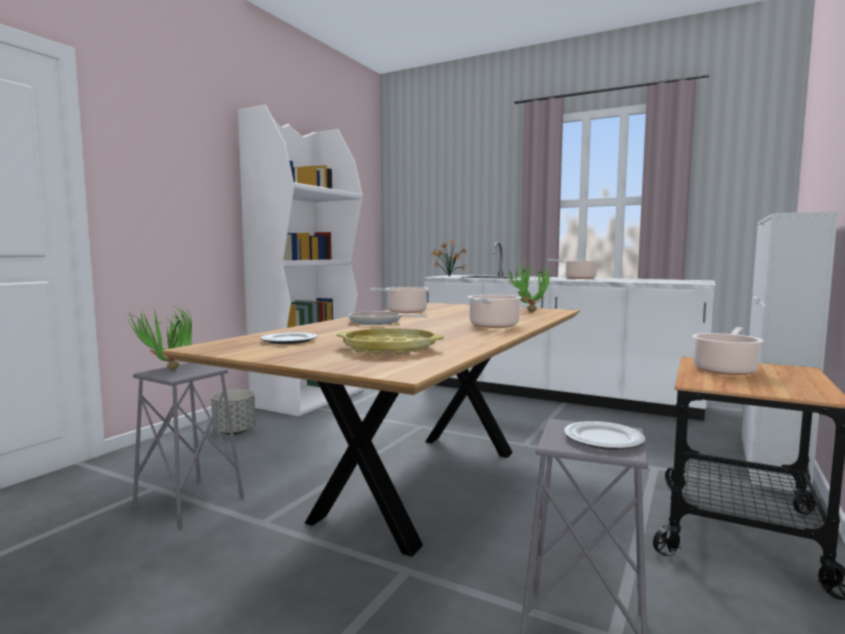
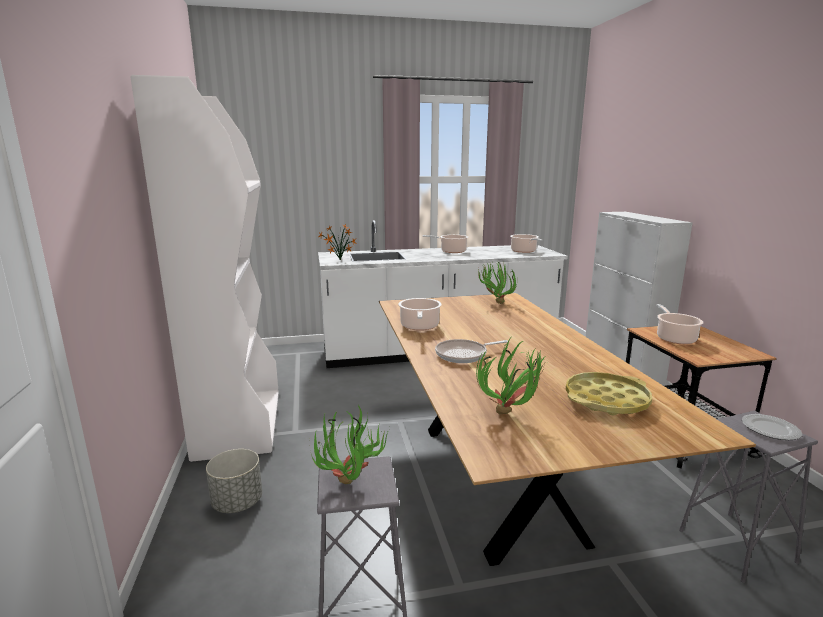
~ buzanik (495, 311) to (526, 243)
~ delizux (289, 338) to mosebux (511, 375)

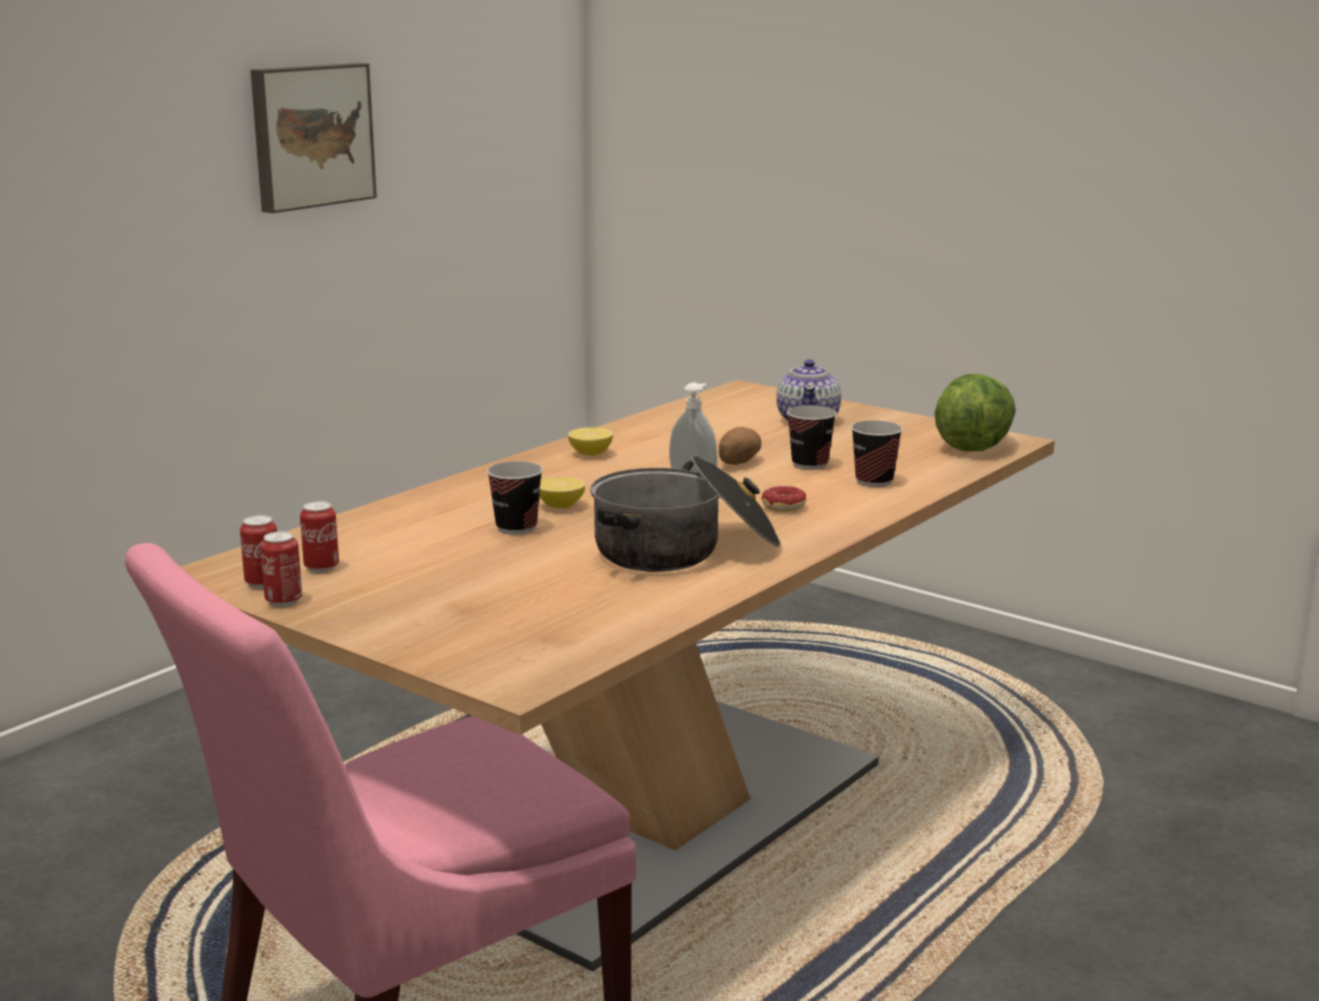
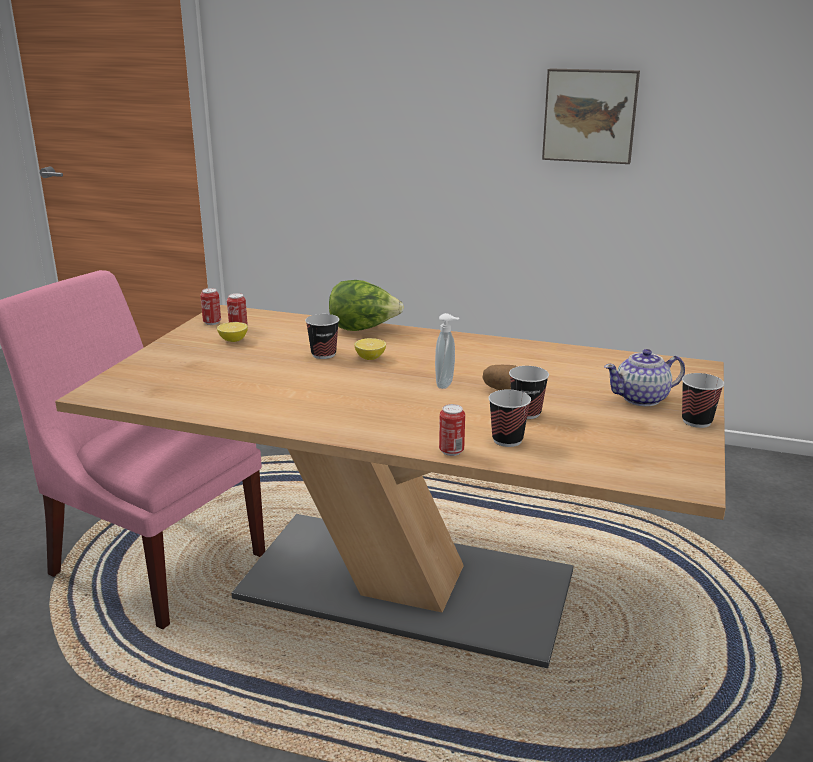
~ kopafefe (975, 413) to (366, 305)
~ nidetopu (590, 442) to (232, 332)
- buzanik (685, 513)
- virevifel (783, 499)
~ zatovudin (281, 569) to (452, 430)
+ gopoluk (703, 400)

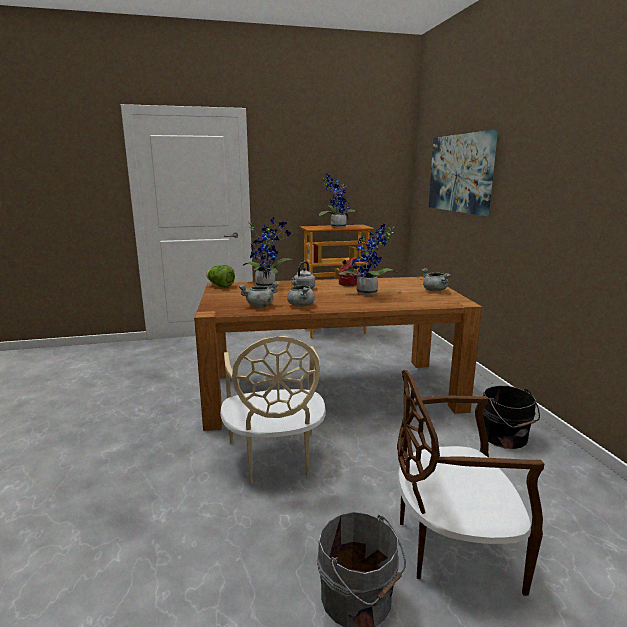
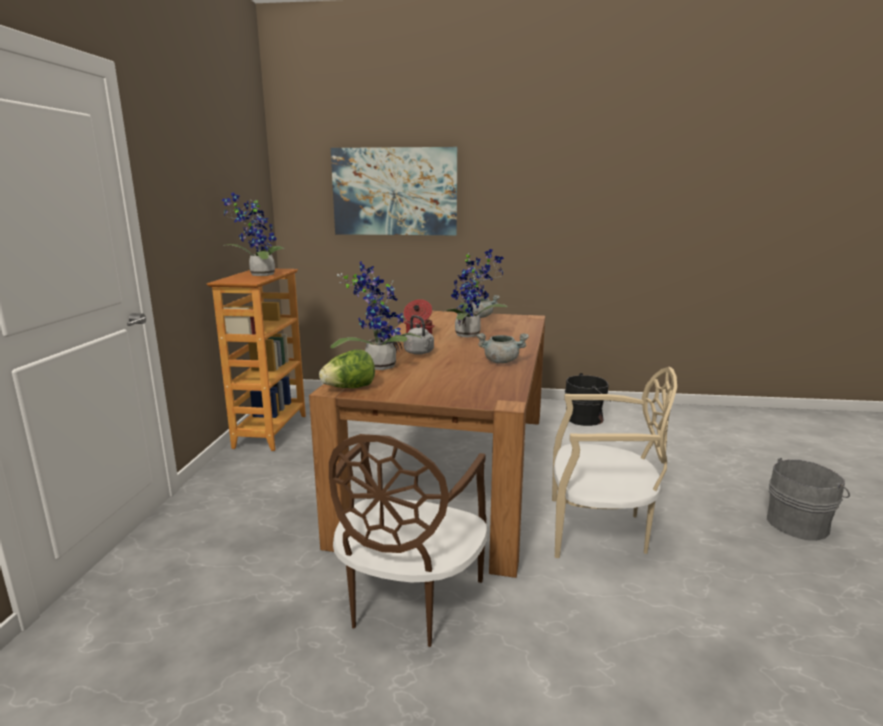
- grey buzanik (259, 294)
~ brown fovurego (470, 483) to (408, 540)

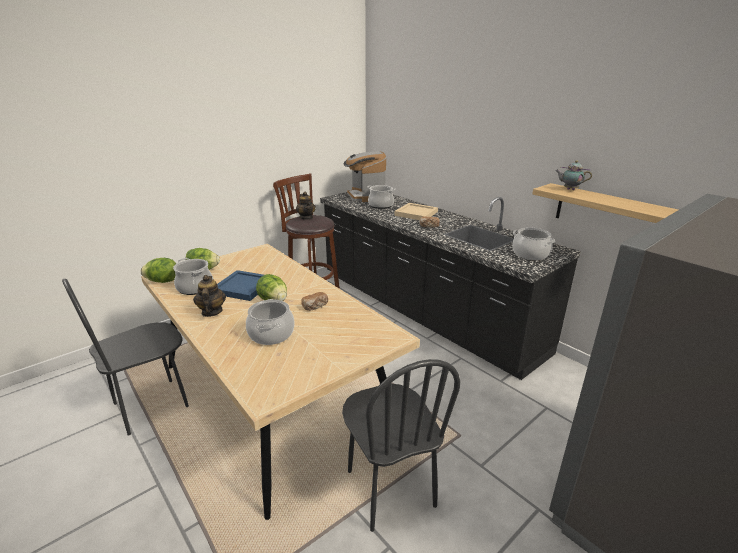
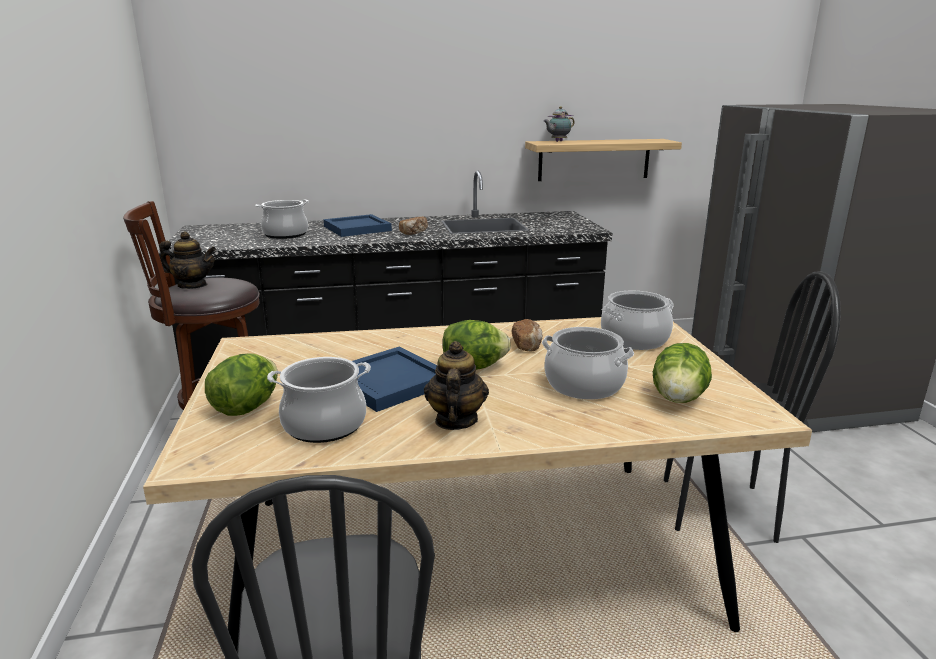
- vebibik (365, 176)
~ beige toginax (416, 211) to blue toginax (357, 225)
~ buzanik (533, 243) to (637, 320)
~ kopafefe (158, 270) to (682, 373)
~ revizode (209, 296) = (456, 385) 75 degrees clockwise

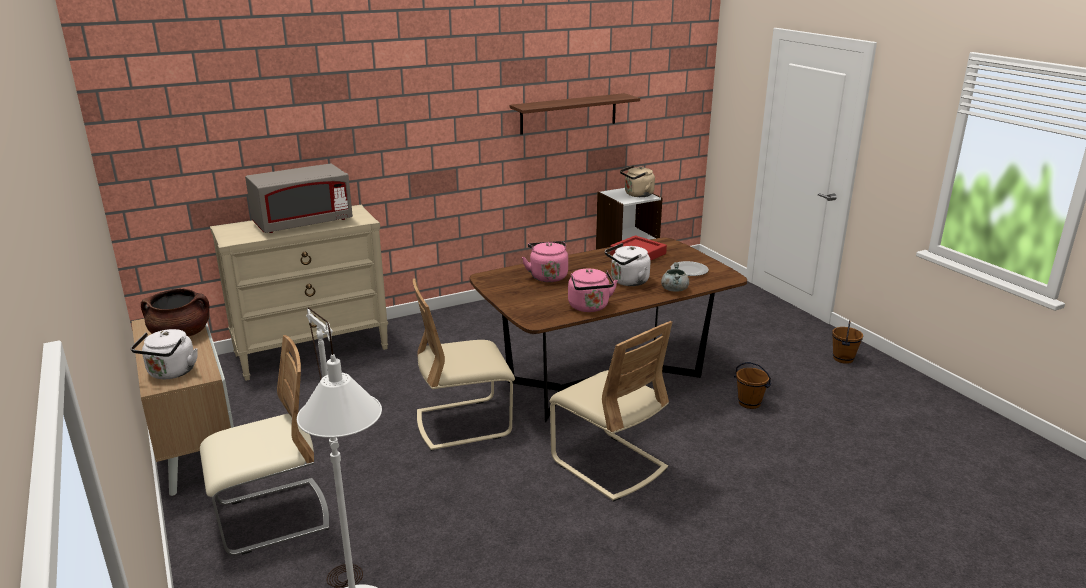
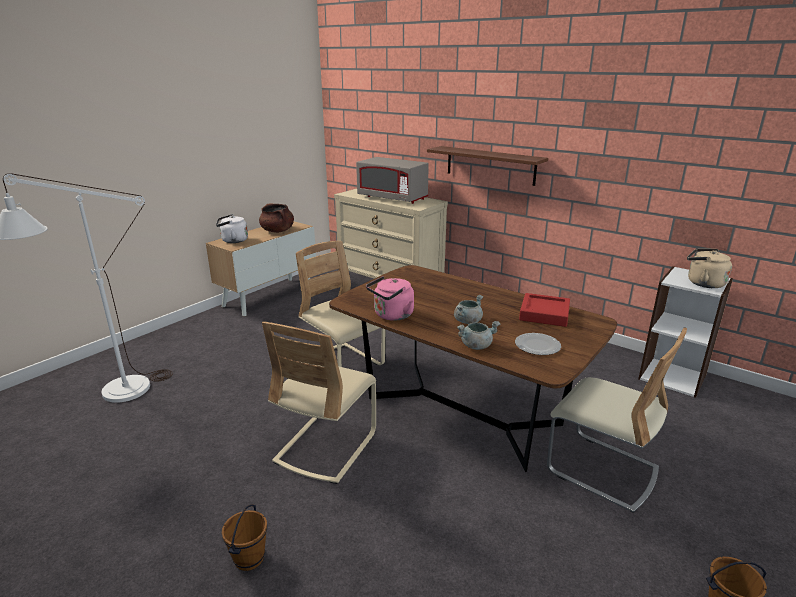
~ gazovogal (575, 114) to (487, 166)
- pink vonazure (545, 261)
~ white vonazure (627, 264) to grey buzanik (468, 309)
~ beige fovurego (264, 445) to (617, 420)
~ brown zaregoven (752, 385) to (244, 537)

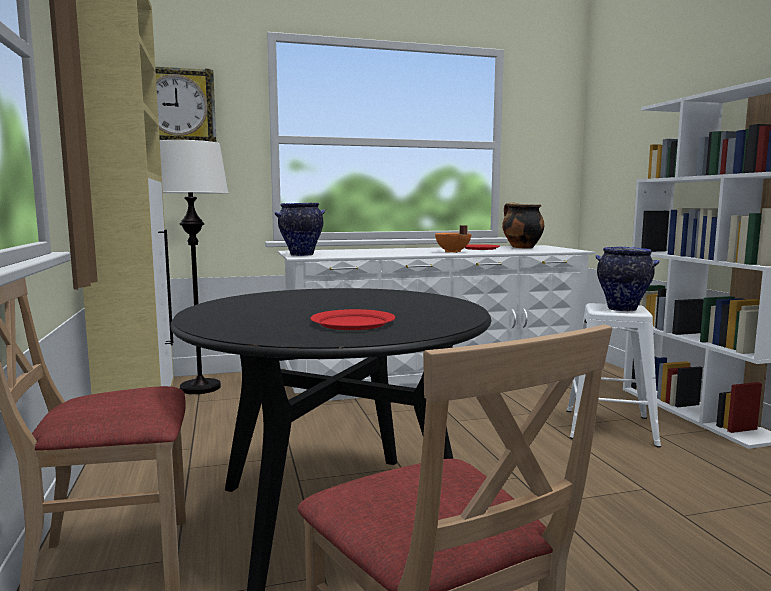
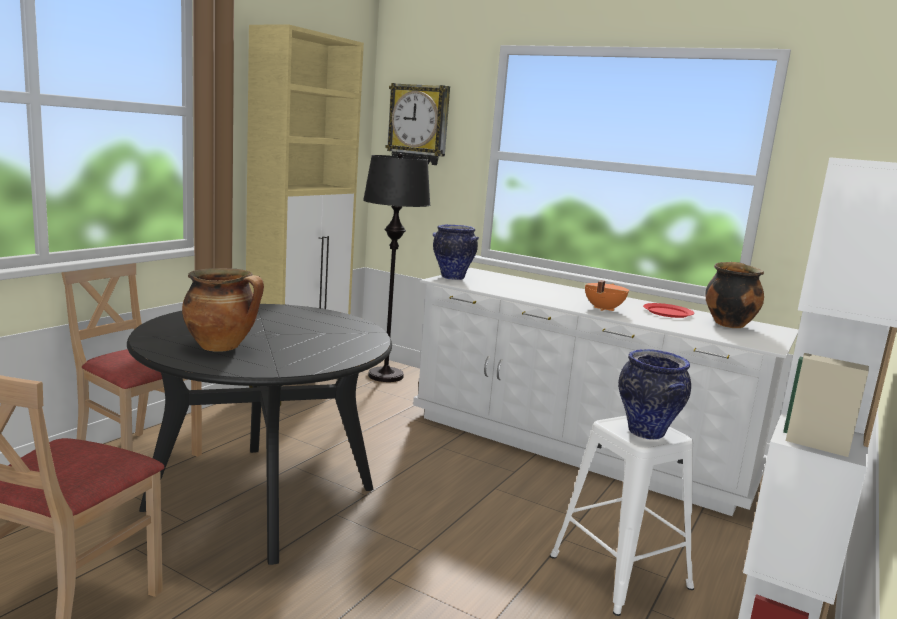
~ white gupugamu (194, 266) to black gupugamu (396, 267)
~ red delizux (352, 319) to buzanik (223, 310)

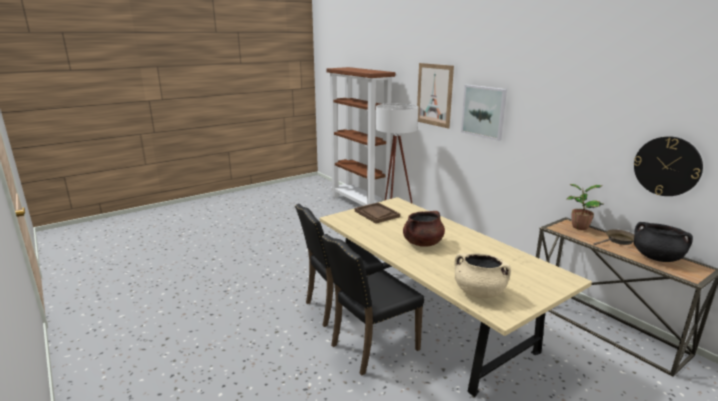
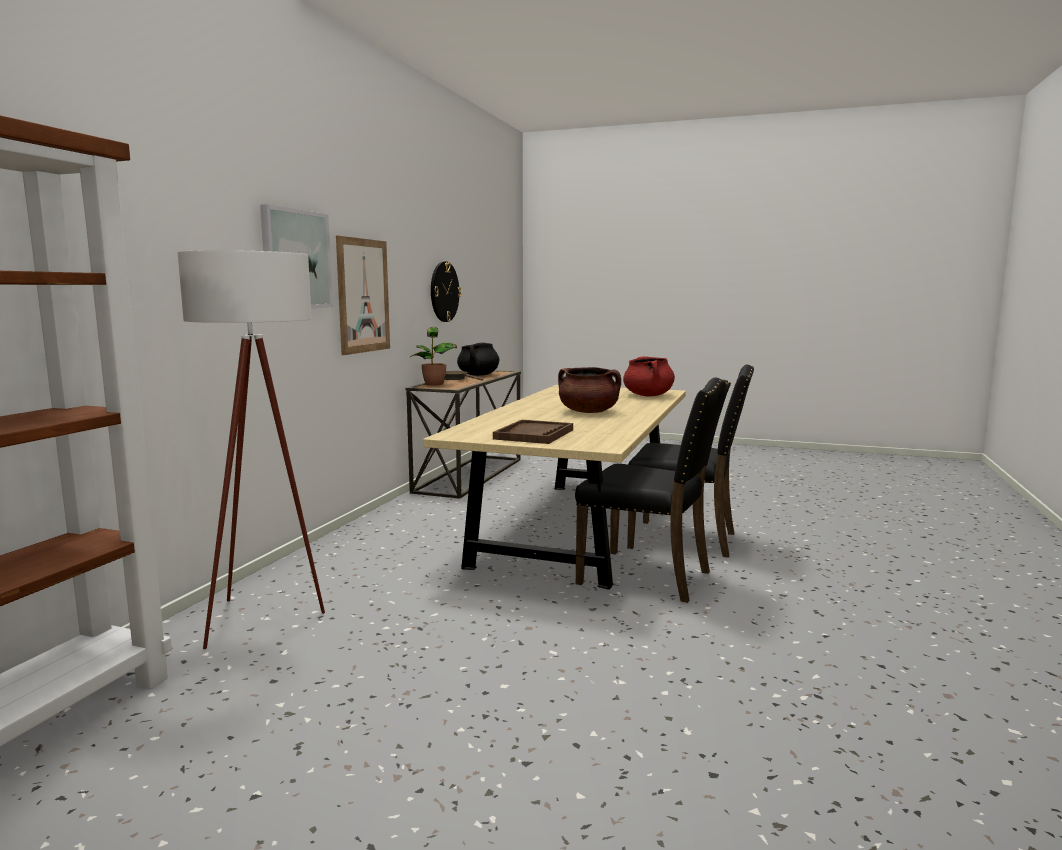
~ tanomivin (435, 96) to (363, 295)
~ beige buzanik (482, 275) to red buzanik (649, 376)

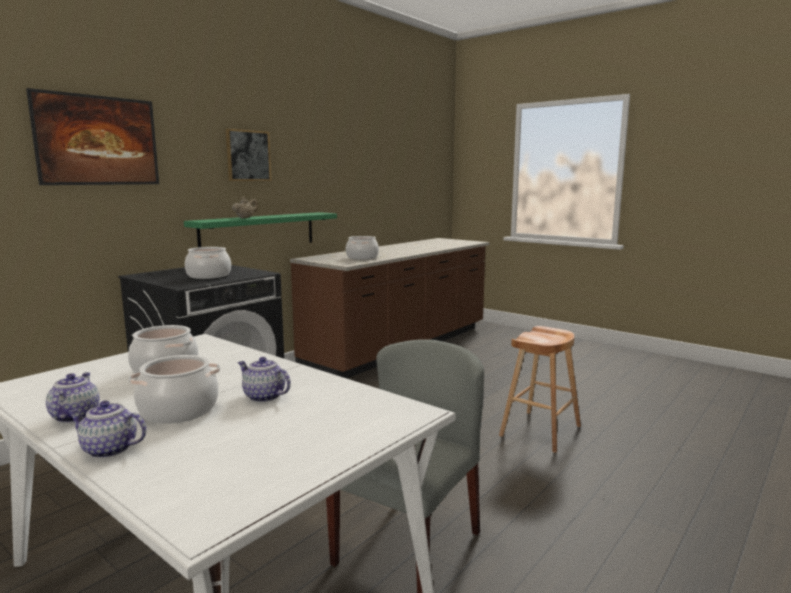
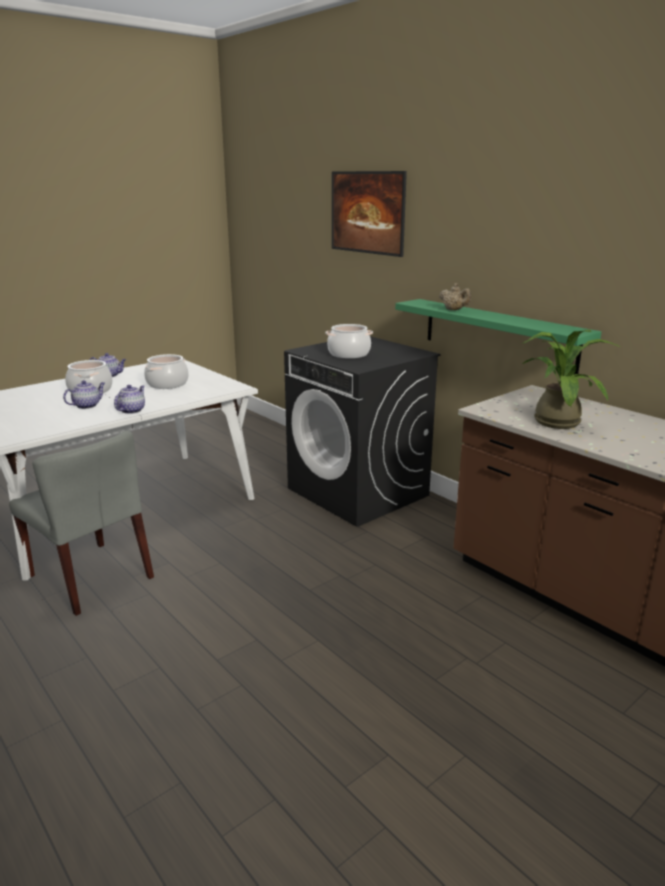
- tanomivin (248, 155)
~ buzanik (362, 248) to mosebux (571, 379)
- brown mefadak (540, 389)
~ revizode (107, 429) to (129, 399)

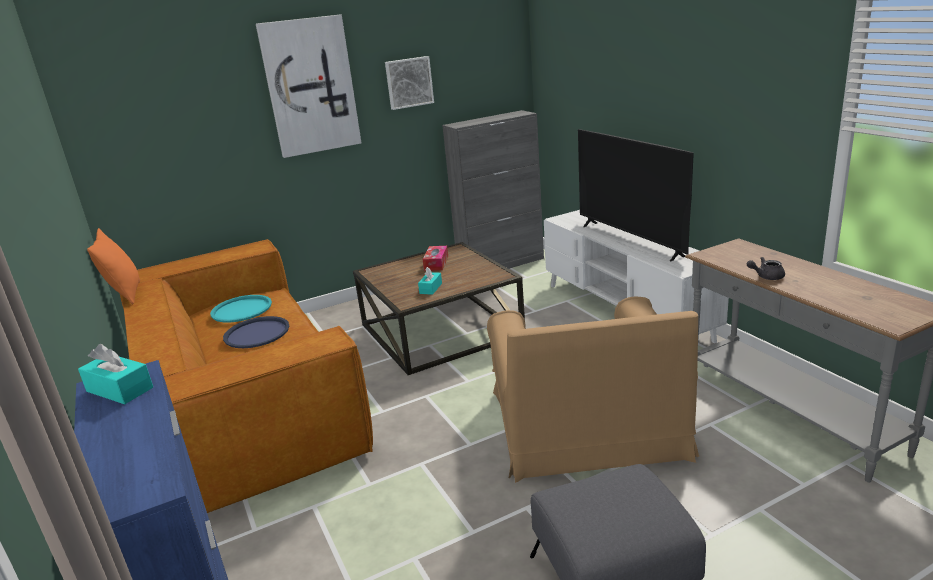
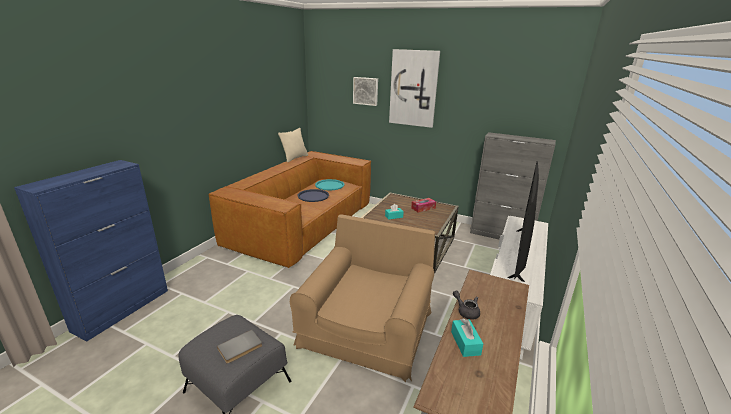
~ tanomivin (409, 83) to (365, 91)
~ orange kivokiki (113, 266) to beige kivokiki (293, 145)
~ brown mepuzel (593, 389) = (362, 298) 150 degrees clockwise
~ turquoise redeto (115, 374) to (467, 337)
+ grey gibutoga (239, 347)

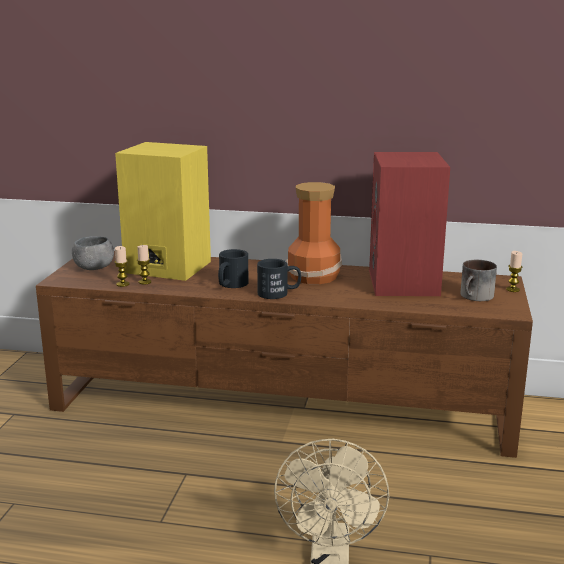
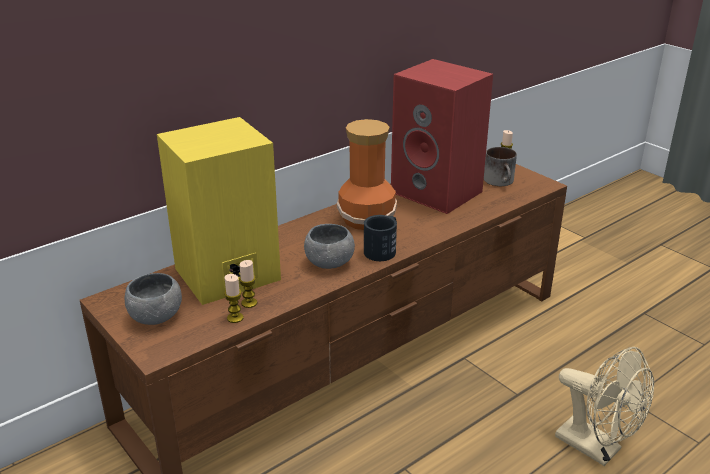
~ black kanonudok (233, 268) to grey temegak (329, 246)

